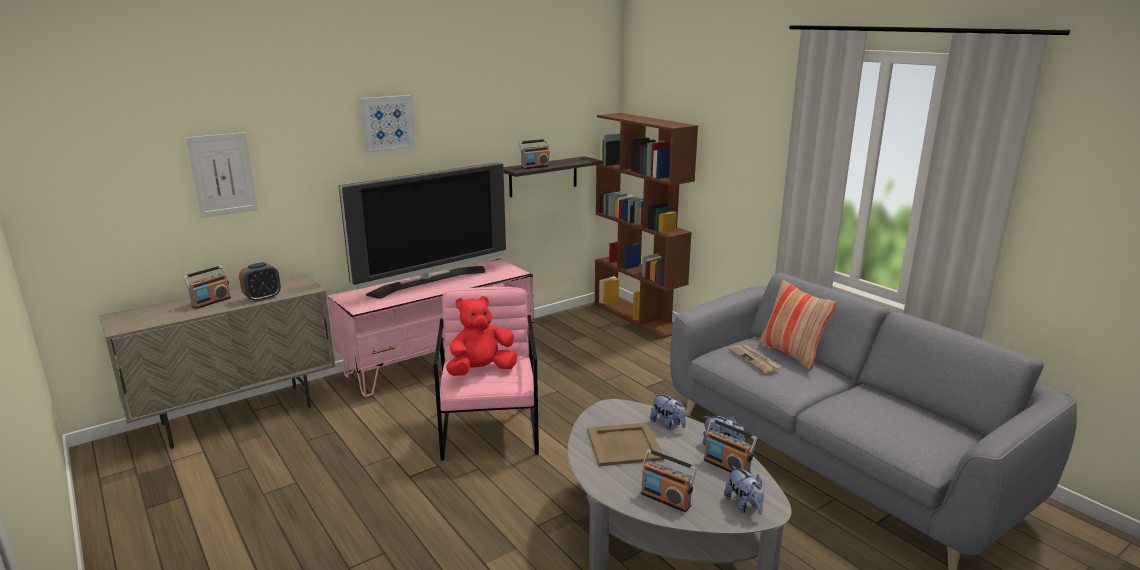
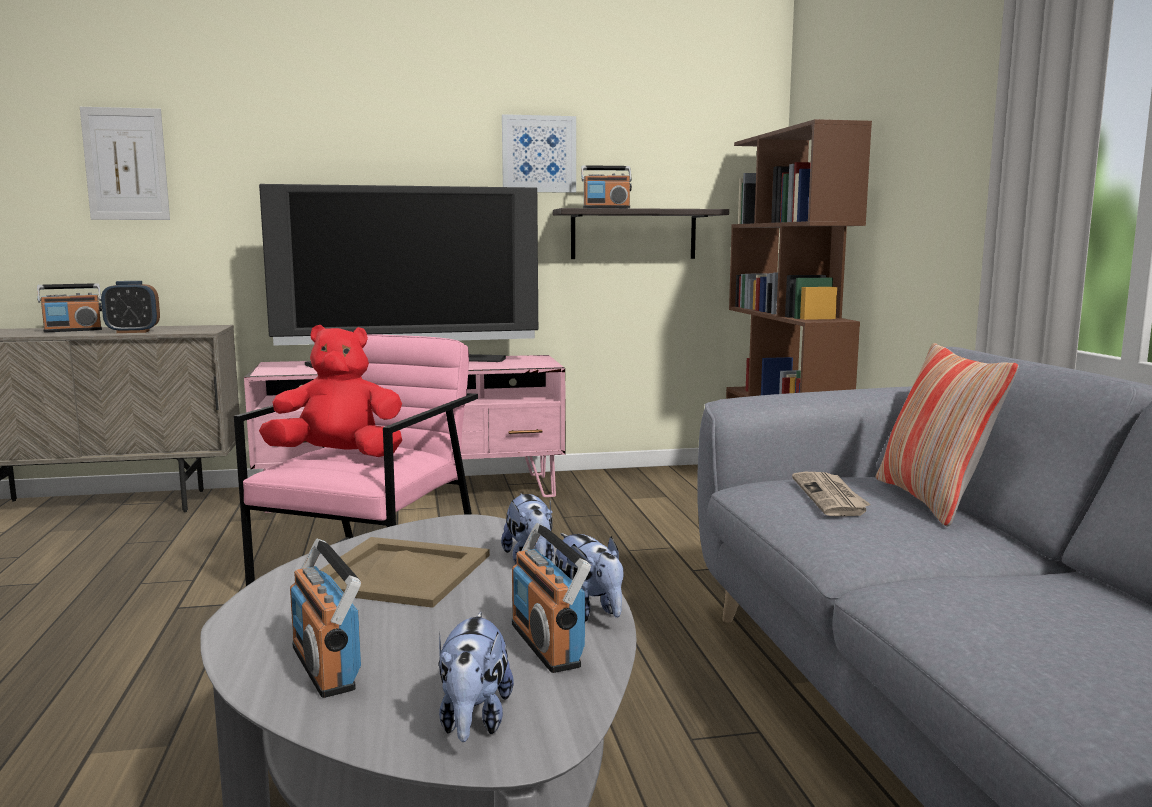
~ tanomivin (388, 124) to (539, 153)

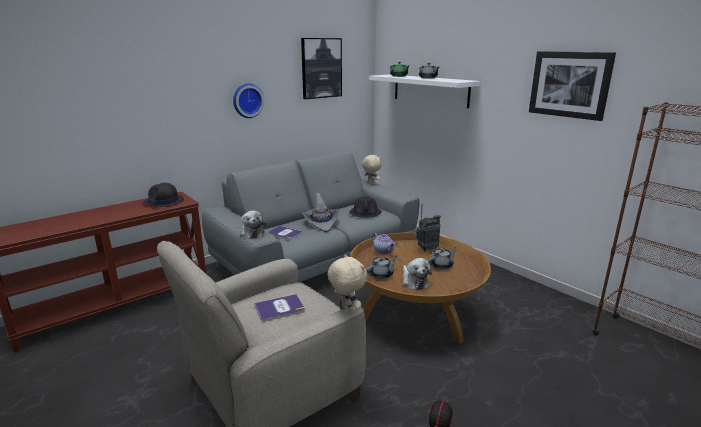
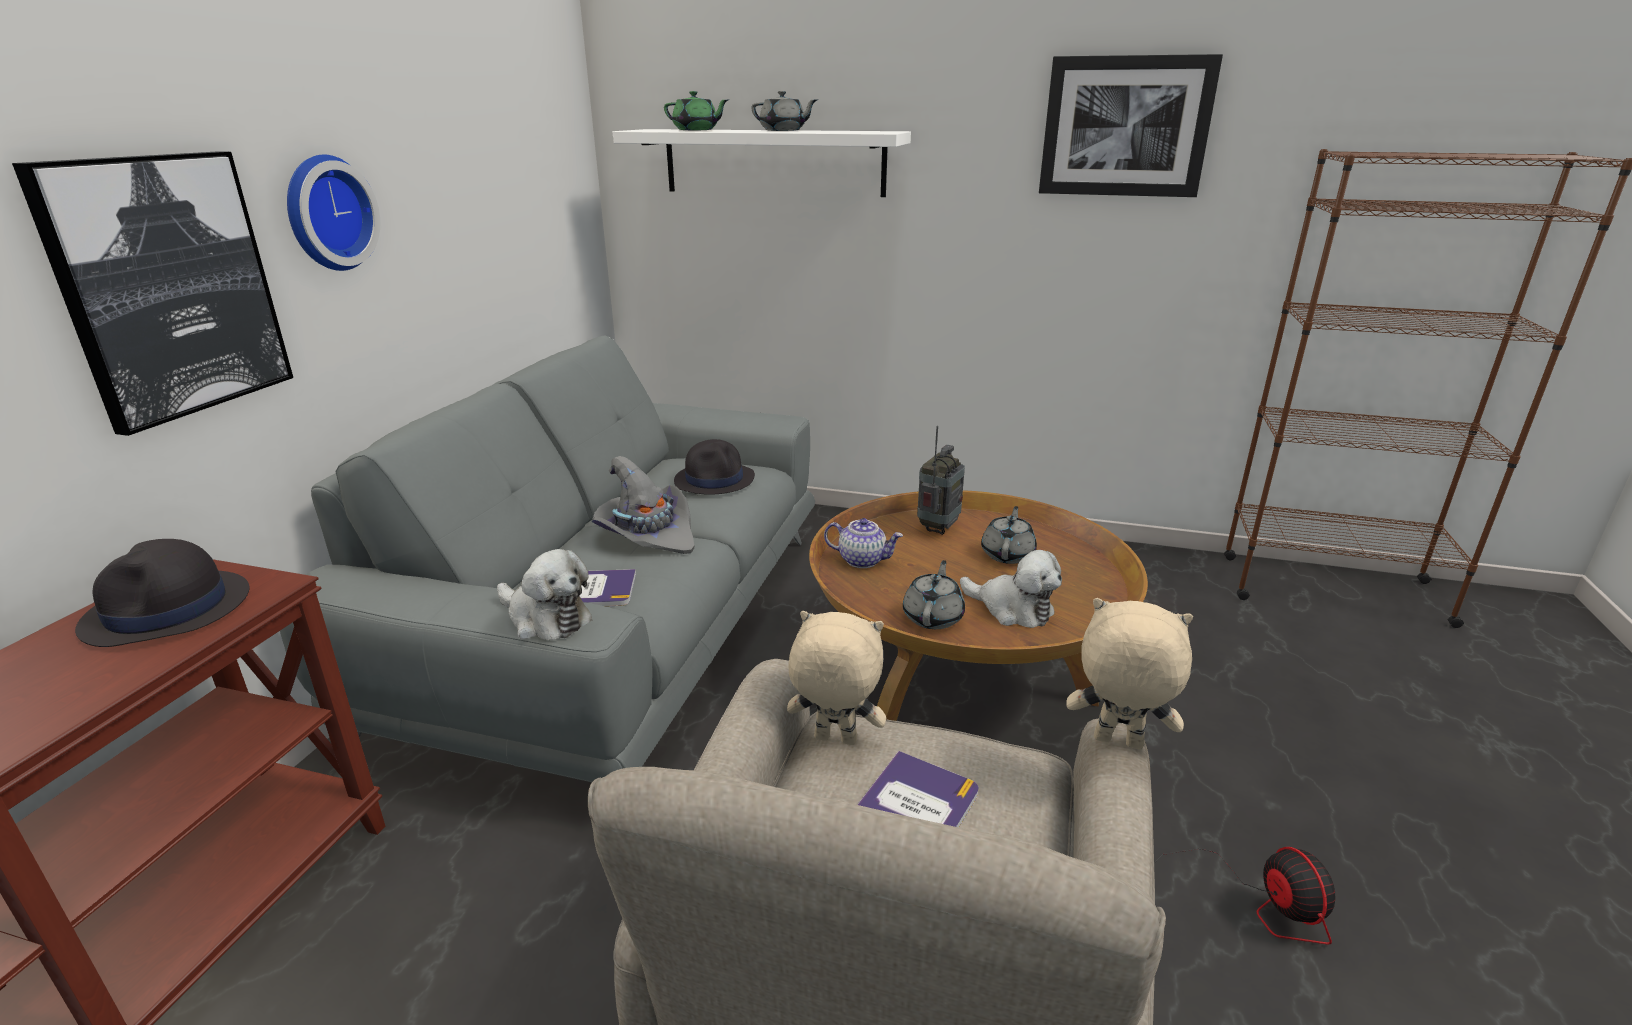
~ tanomivin (321, 68) to (152, 293)
~ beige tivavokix (372, 169) to (836, 678)

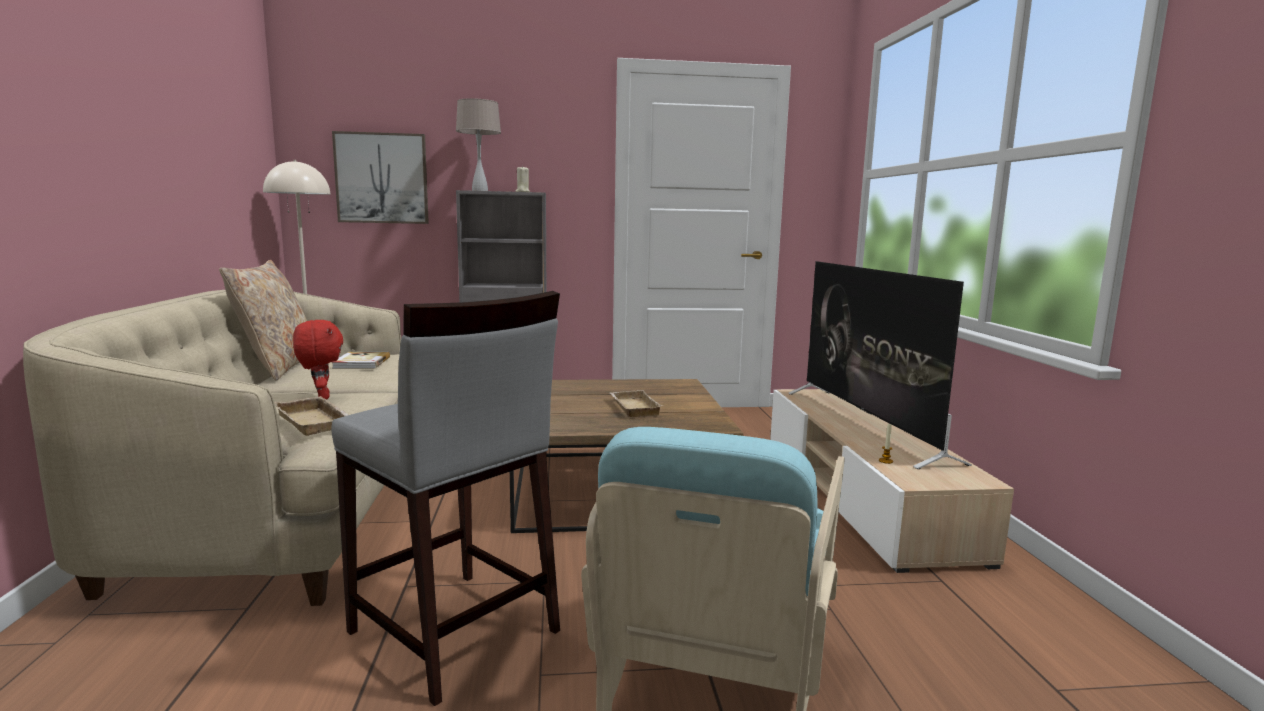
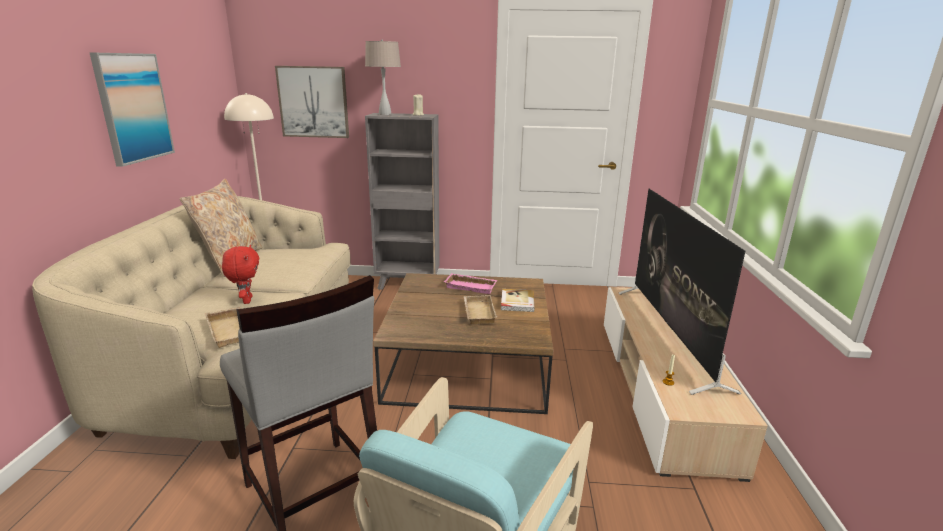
~ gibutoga (361, 360) to (518, 300)
+ tanomivin (132, 109)
+ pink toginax (471, 283)

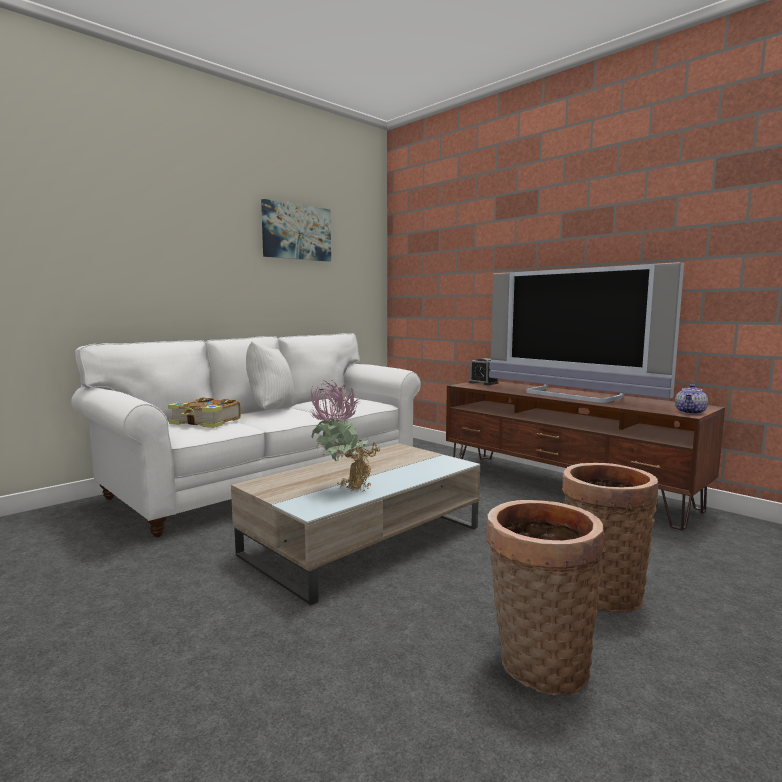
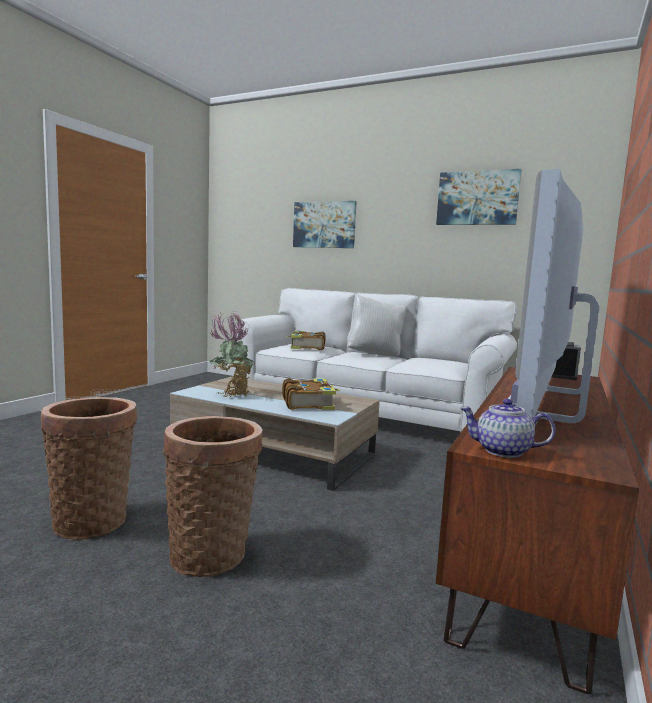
+ tanomivin (325, 224)
+ gibutoga (311, 394)

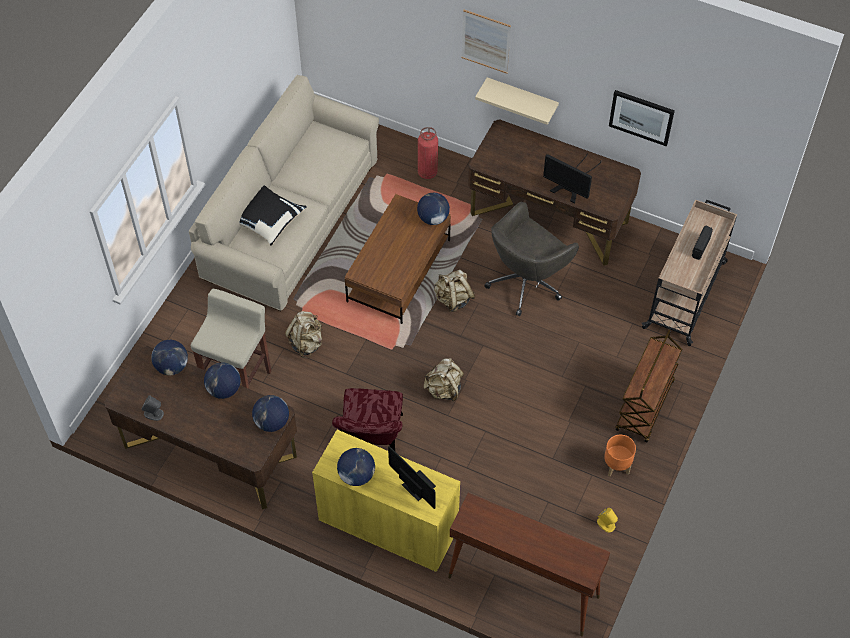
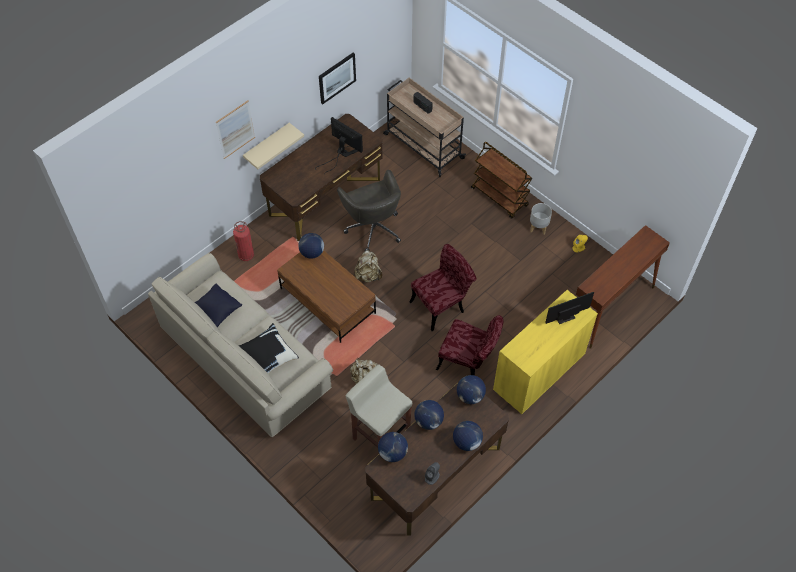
~ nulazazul (572, 178) = (339, 145) 105 degrees counterclockwise
~ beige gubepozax (443, 380) to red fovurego (443, 287)
~ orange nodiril (620, 456) to grey nodiril (541, 219)
~ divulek (356, 467) to (468, 436)
+ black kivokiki (218, 305)

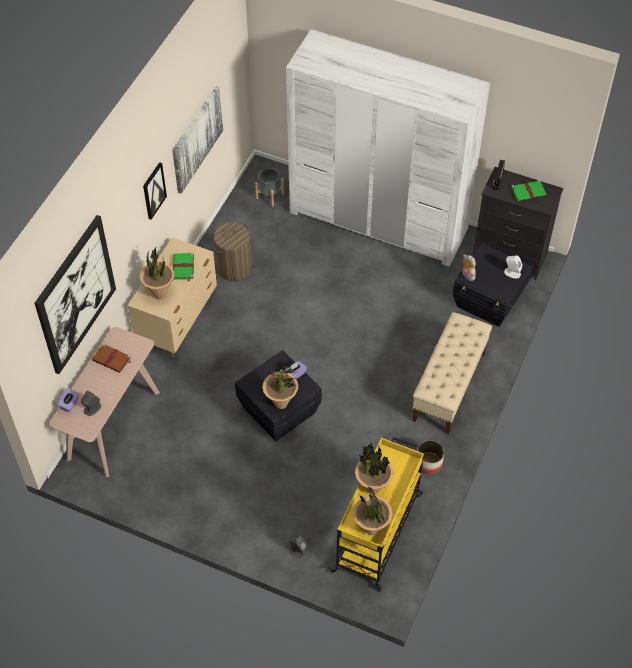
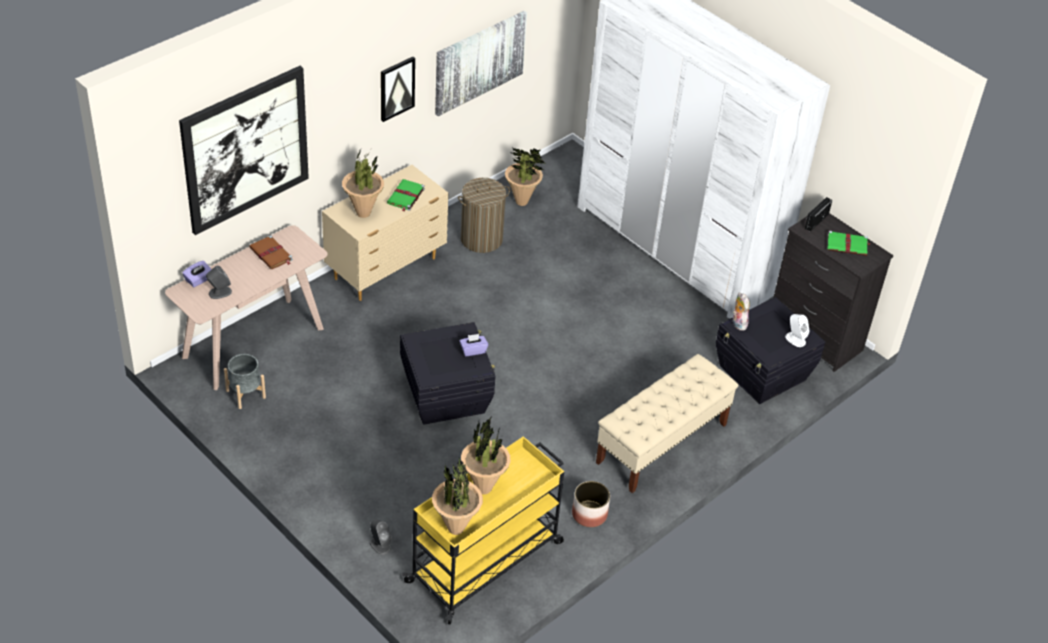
~ grey nodiril (269, 187) to (245, 381)
~ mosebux (280, 386) to (526, 177)

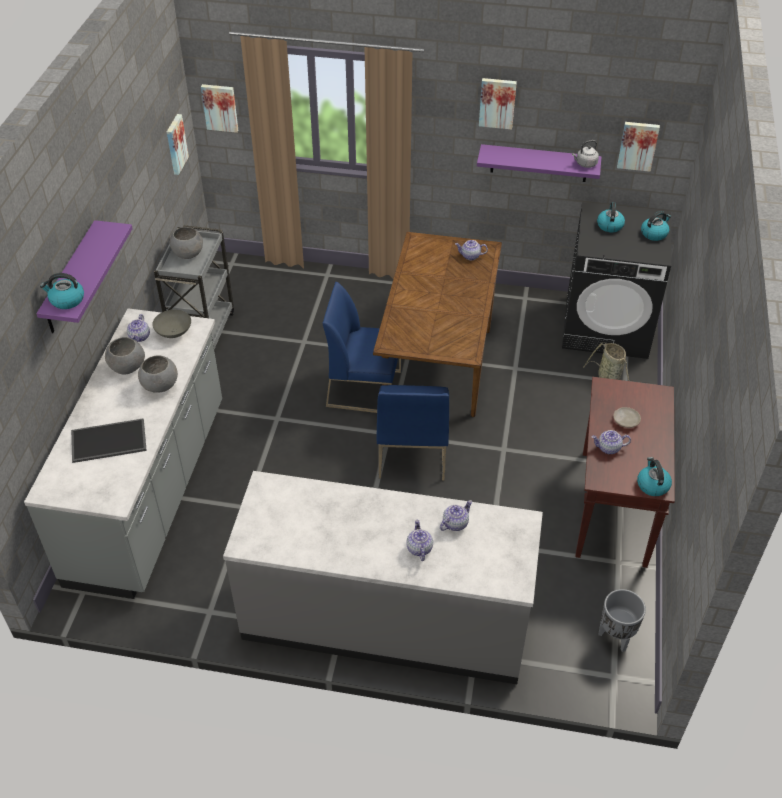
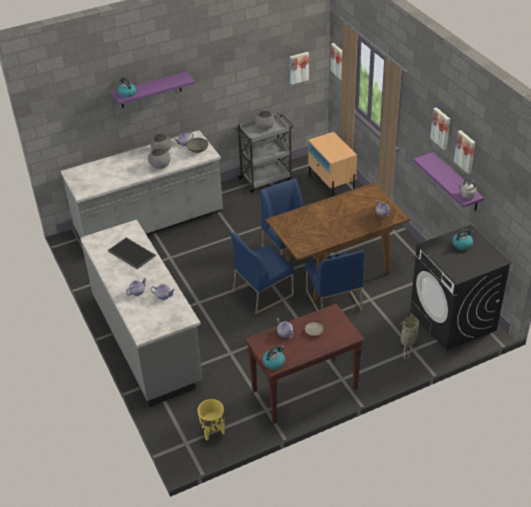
~ tanomivin (638, 147) to (465, 152)
- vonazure (656, 226)
~ toginax (109, 441) to (132, 253)
~ grey nodiril (622, 620) to yellow nodiril (211, 420)
+ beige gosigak (332, 164)
+ blue fovurego (334, 280)

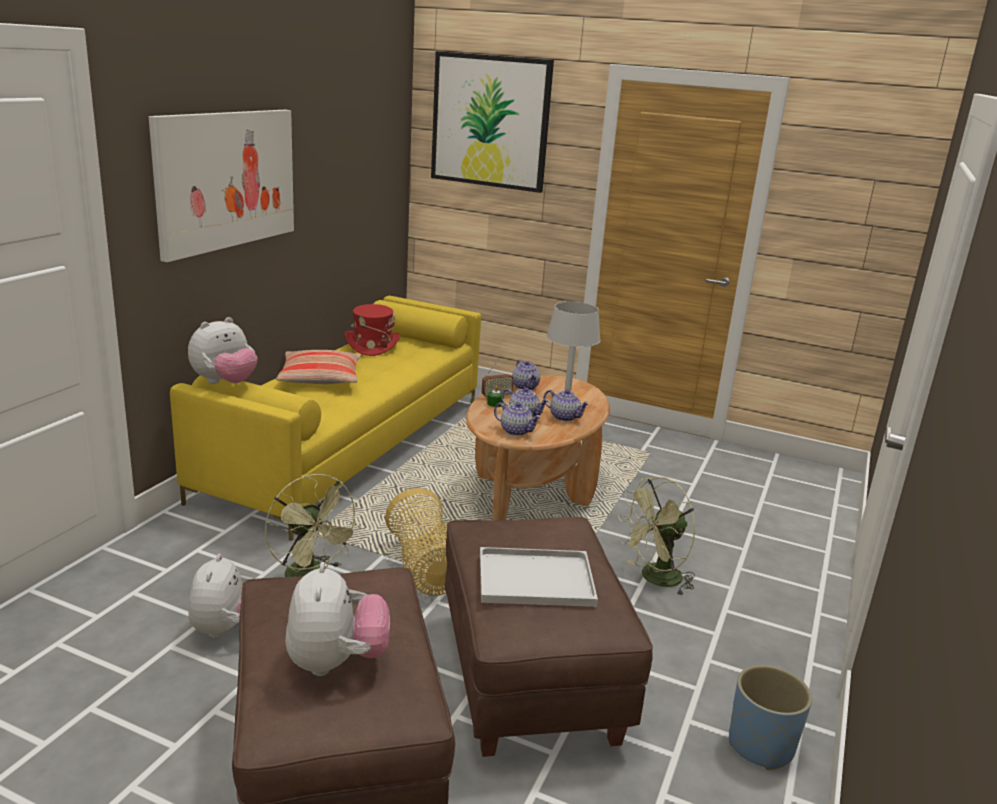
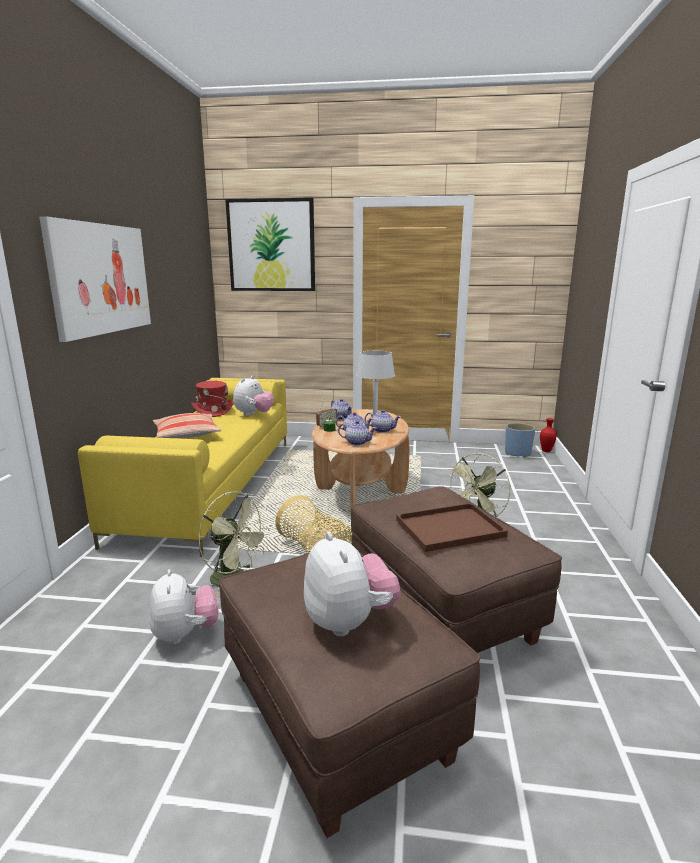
~ tivavokix (223, 350) to (253, 396)
~ white toginax (539, 577) to brown toginax (452, 527)
~ blue nodiril (770, 717) to (520, 440)
+ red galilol (548, 435)

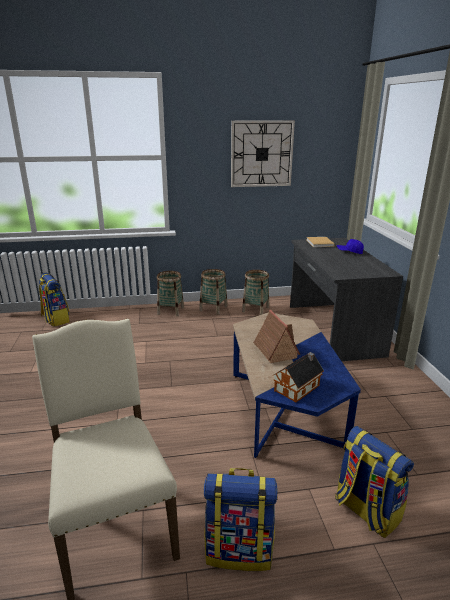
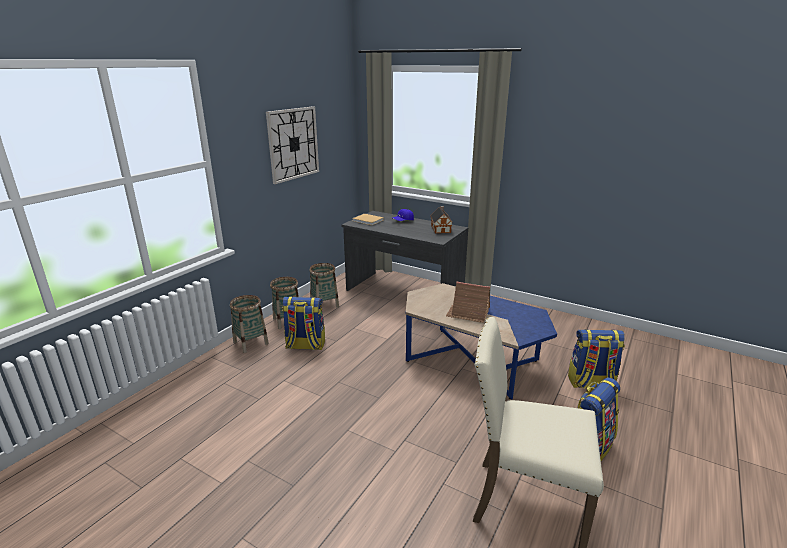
~ gubepozax (54, 300) to (303, 323)
~ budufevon (298, 377) to (441, 220)

